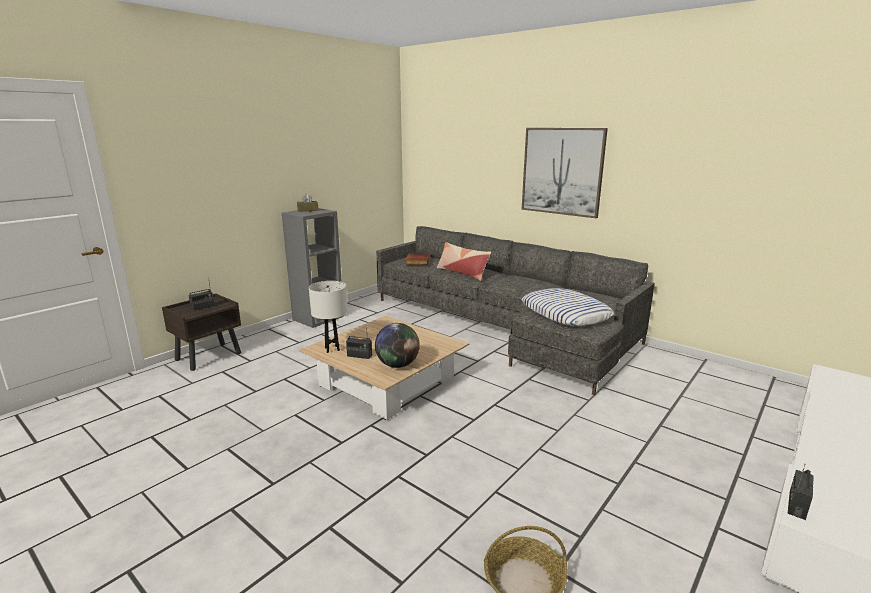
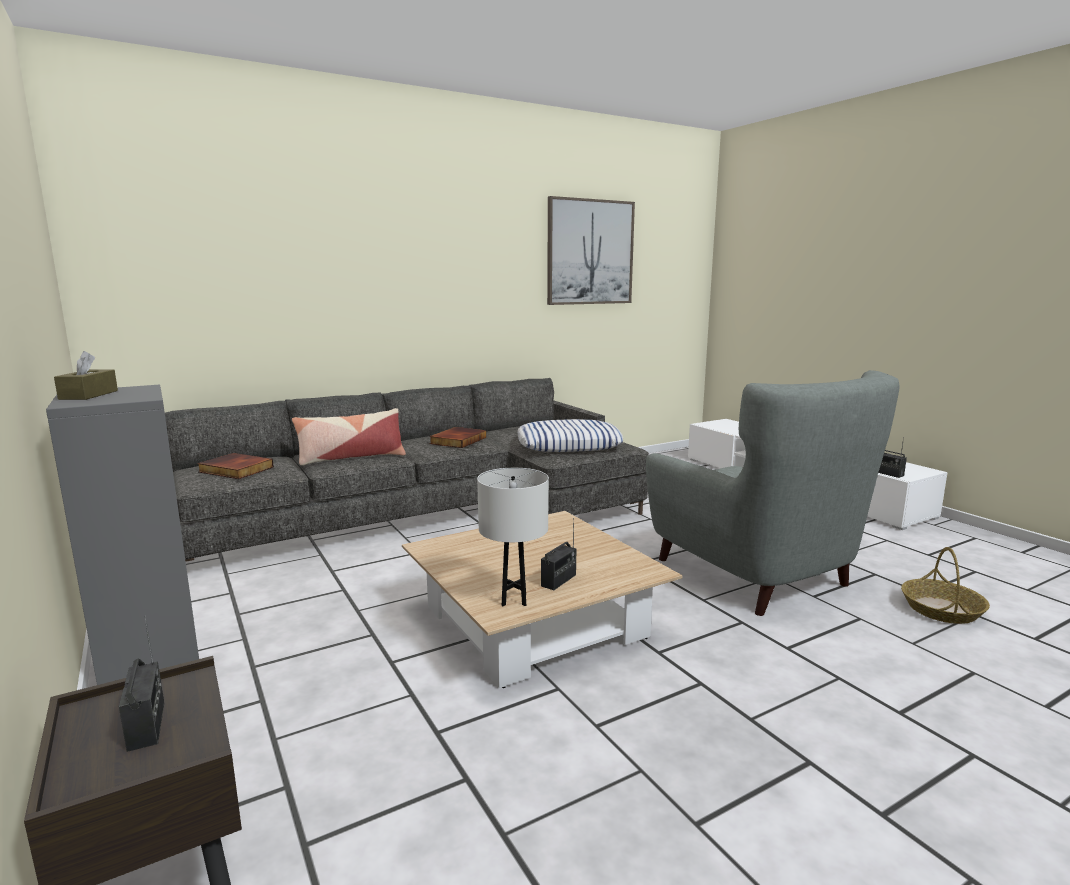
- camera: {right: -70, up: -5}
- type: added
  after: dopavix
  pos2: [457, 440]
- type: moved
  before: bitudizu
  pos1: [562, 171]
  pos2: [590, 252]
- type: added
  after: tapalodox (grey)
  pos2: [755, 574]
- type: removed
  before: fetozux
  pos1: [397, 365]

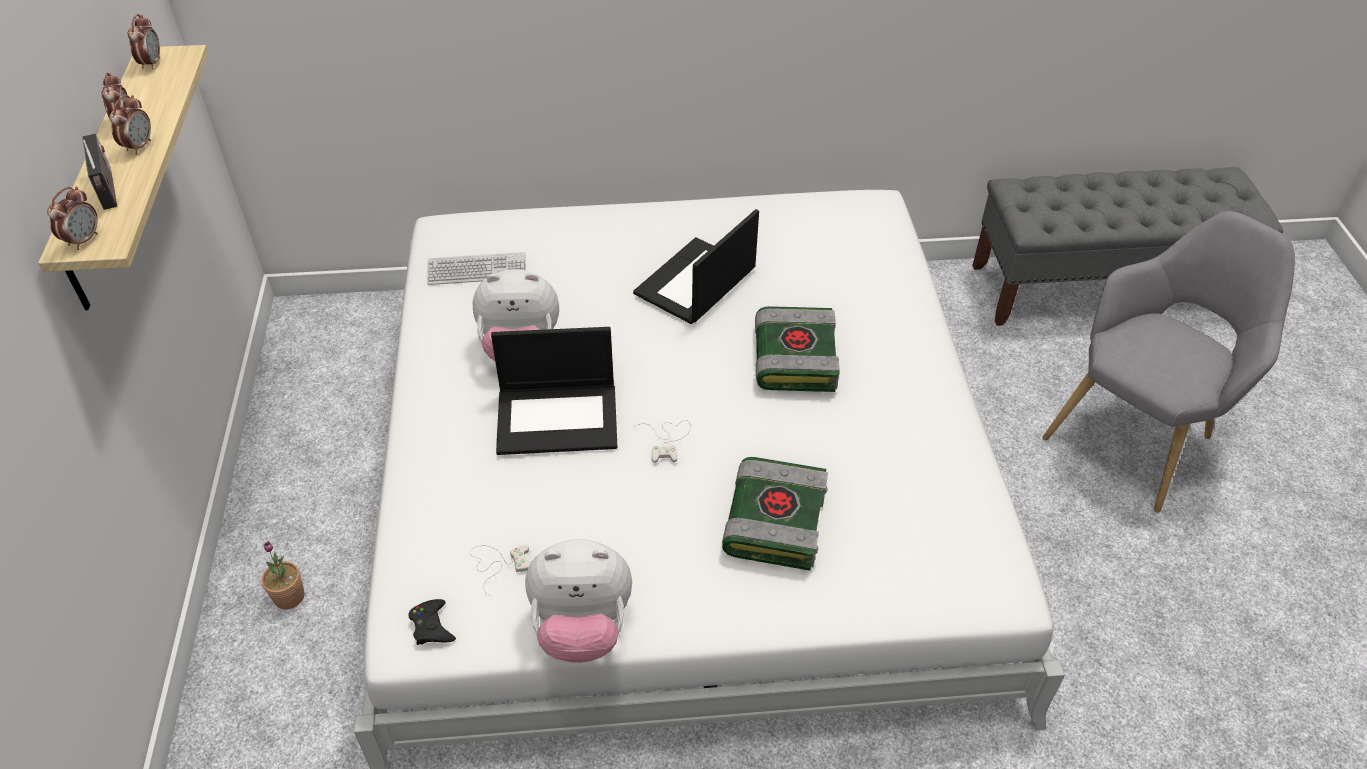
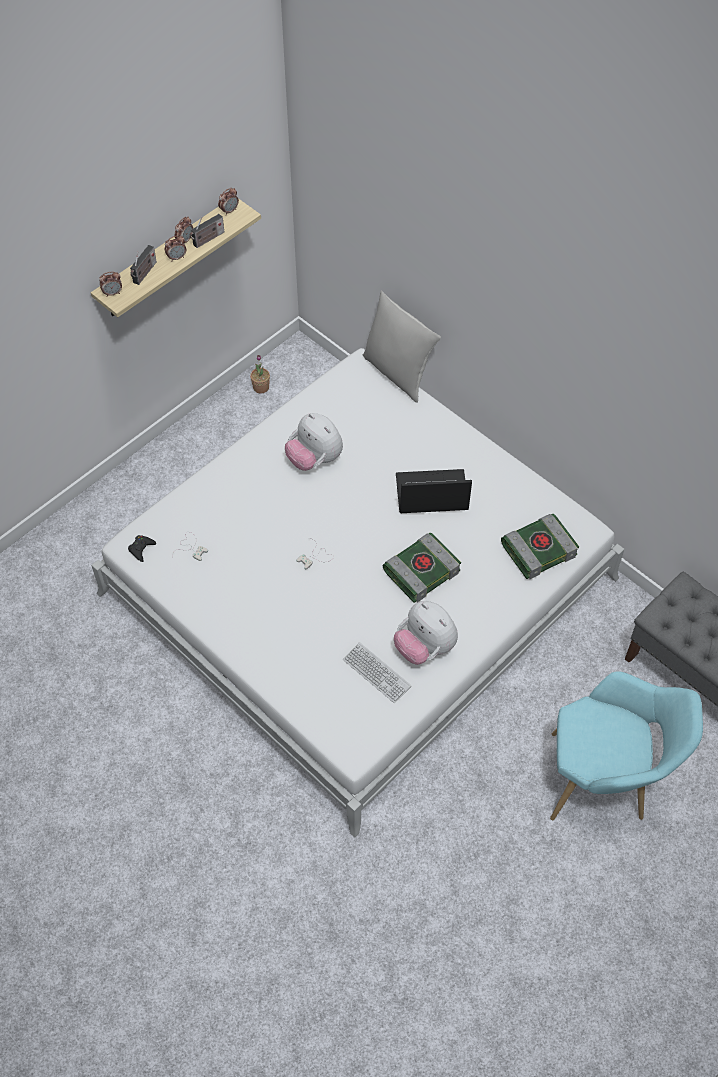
- camera: {right: 50, up: 10}
- type: added
  after: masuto
  pos2: [207, 239]
- type: moved
  before: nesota
  pos1: [289, 597]
  pos2: [261, 387]
- type: moved
  before: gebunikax
  pos1: [477, 270]
  pos2: [376, 673]
- type: added
  after: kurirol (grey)
  pos2: [398, 373]
- type: moved
  before: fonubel
  pos1: [581, 628]
  pos2: [424, 647]
- type: moved
  before: dopavix
  pos1: [773, 519]
  pos2: [539, 549]
- type: recoloured
  before: tapalodox (grey)
  after: tapalodox (turquoise)
  pos1: [1137, 435]
  pos2: [605, 780]
- type: removed
  before: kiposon
  pos1: [559, 418]

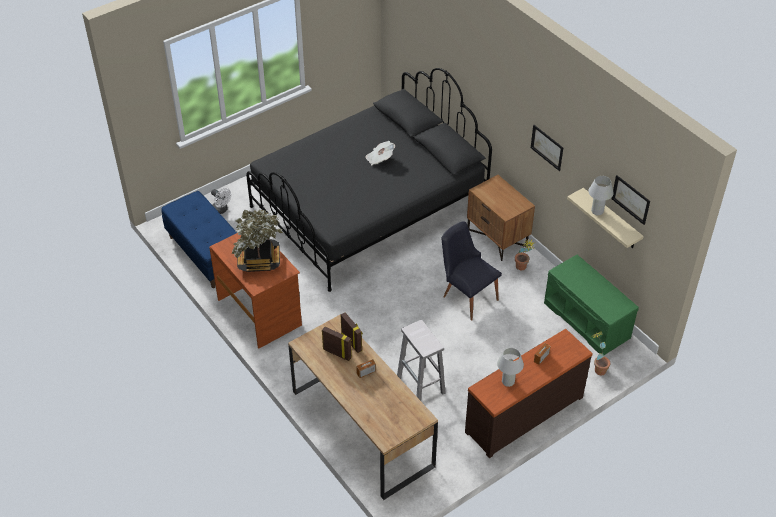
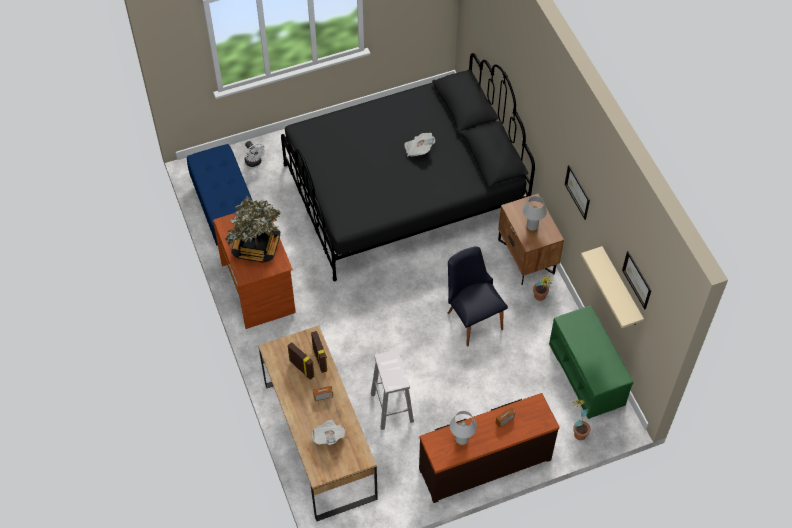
- camera: {right: 15, up: 10}
- type: added
  after: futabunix
  pos2: [328, 436]
- type: moved
  before: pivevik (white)
  pos1: [597, 211]
  pos2: [532, 226]

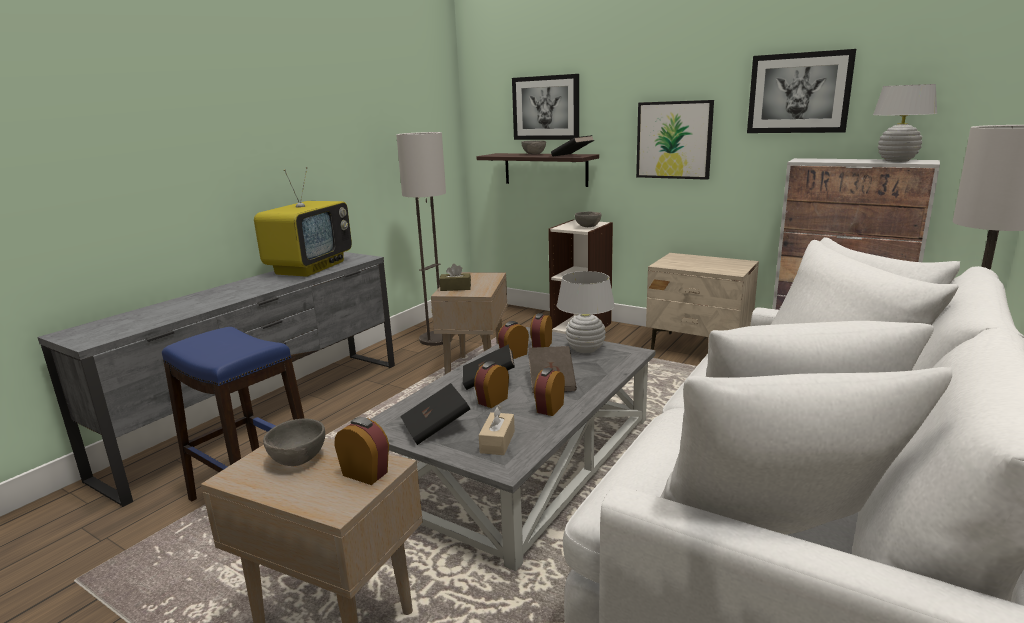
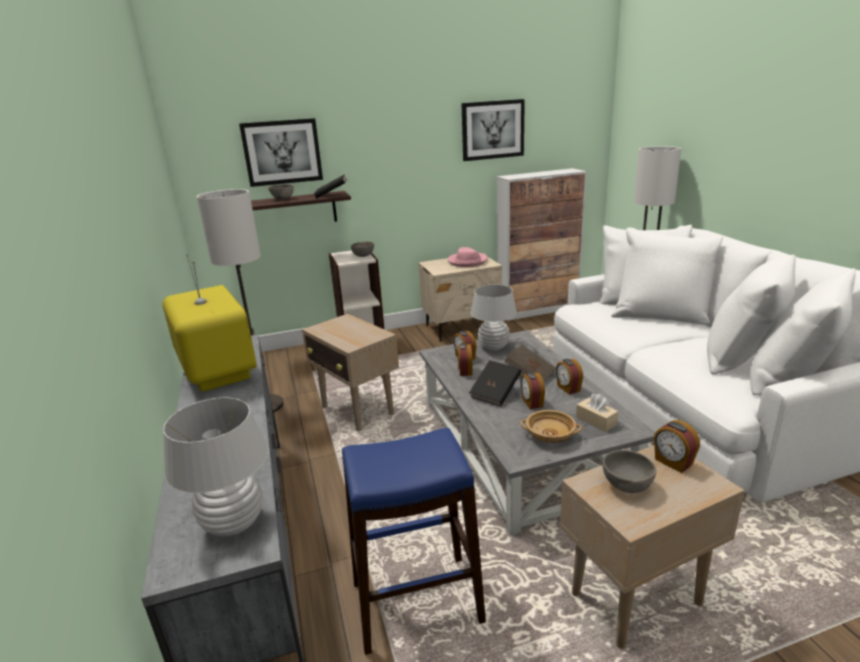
- camera: {right: -50, up: 5}
- type: moved
  before: pivevik (white)
  pos1: [896, 161]
  pos2: [233, 523]
- type: added
  after: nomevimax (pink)
  pos2: [467, 261]
- type: replaced
  before: dopavix (black)
  after: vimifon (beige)
  pos1: [436, 428]
  pos2: [549, 436]
- type: turned
  before: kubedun
  pos1: [366, 473]
  pos2: [673, 462]
  turn: -105
- type: removed
  before: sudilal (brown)
  pos1: [455, 288]
- type: removed
  before: bitudizu
  pos1: [674, 140]

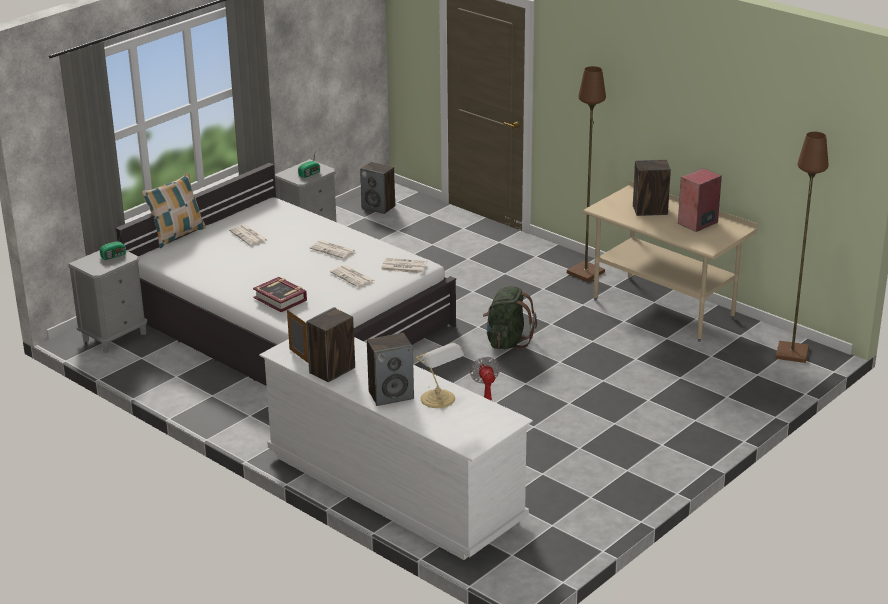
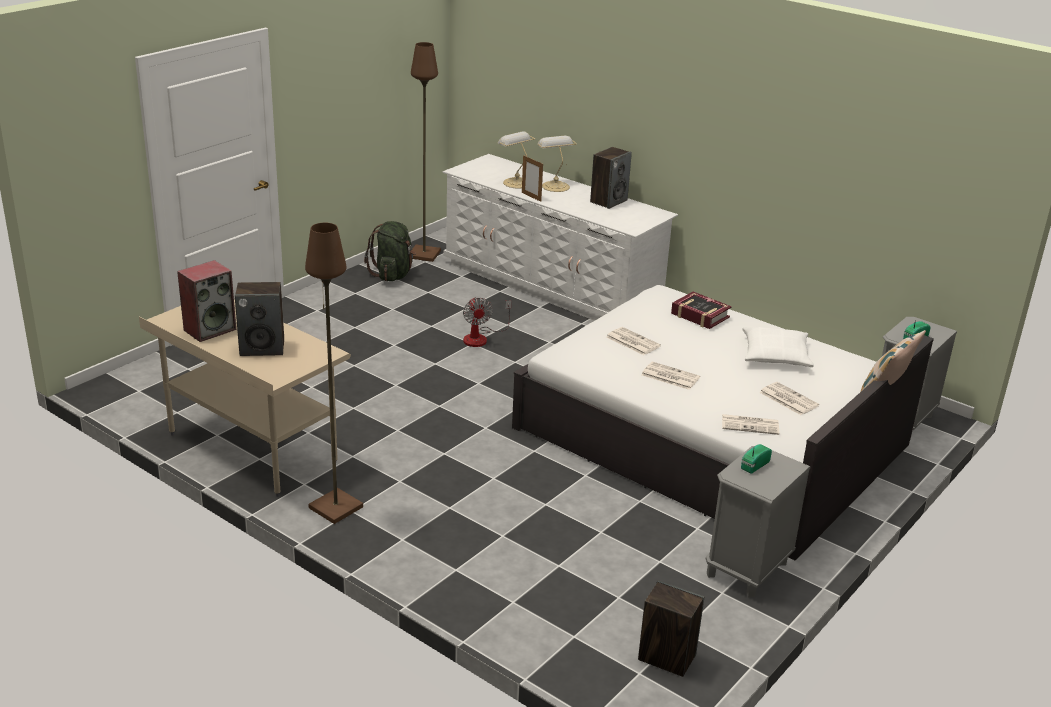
- camera: {right: 175, up: 0}
- type: moved
  before: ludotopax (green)
  pos1: [507, 342]
  pos2: [393, 275]
- type: moved
  before: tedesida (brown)
  pos1: [792, 353]
  pos2: [423, 254]
- type: moved
  before: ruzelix
  pos1: [298, 356]
  pos2: [531, 197]
- type: replaced
  before: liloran
  after: pivevik
  pos1: [391, 395]
  pos2: [554, 186]
- type: moved
  before: futabunix
  pos1: [403, 266]
  pos2: [751, 425]
- type: added
  after: kurirol (white)
  pos2: [775, 355]

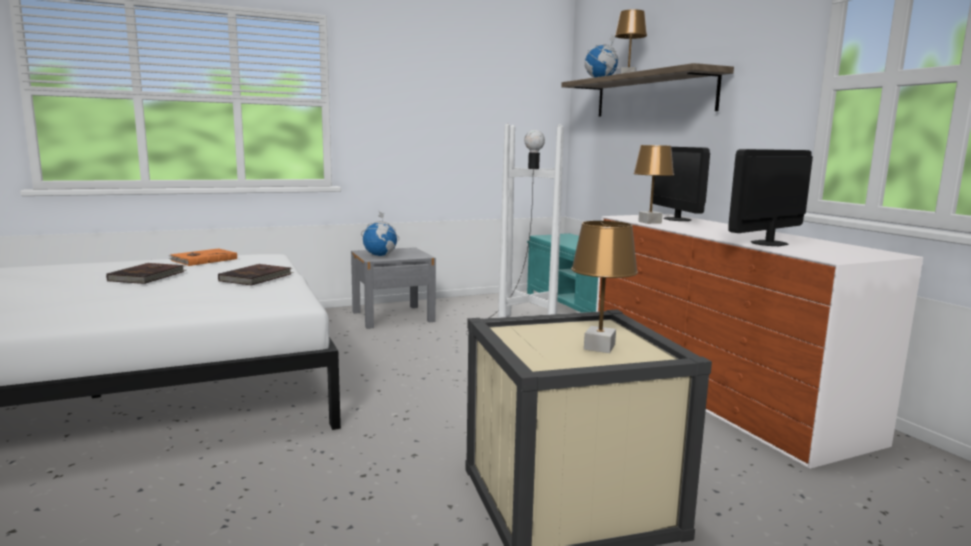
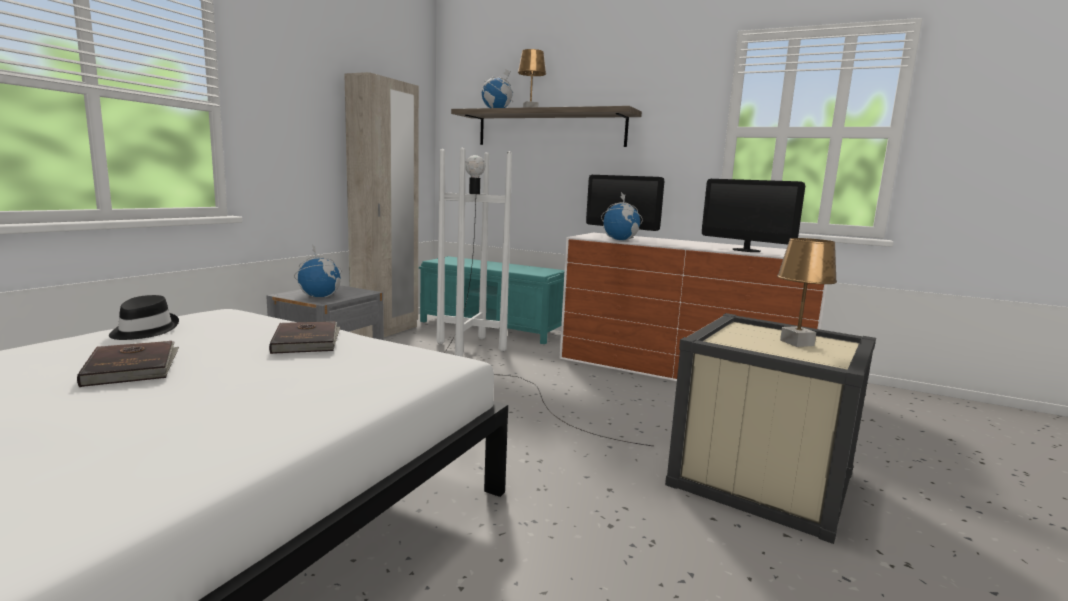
- camera: {right: -40, up: 0}
- type: replaced
  before: dopavix (orange)
  after: nomevimax (black)
  pos1: [203, 260]
  pos2: [143, 330]
- type: added
  after: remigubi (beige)
  pos2: [386, 331]
- type: replaced
  before: pivevik (brown)
  after: fetozux
  pos1: [649, 222]
  pos2: [620, 240]
- type: turned
  before: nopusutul
  pos1: [769, 243]
  pos2: [746, 250]
  turn: -60

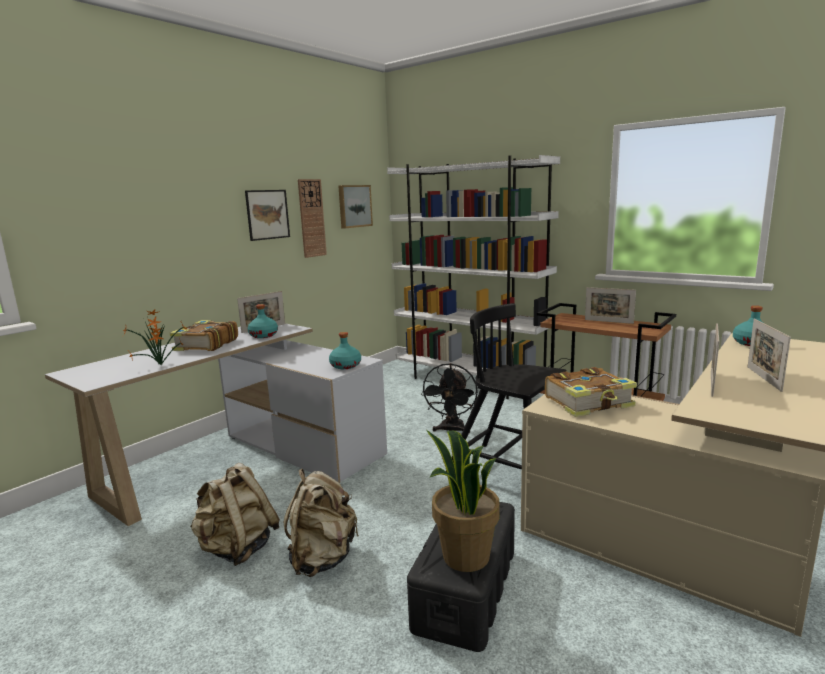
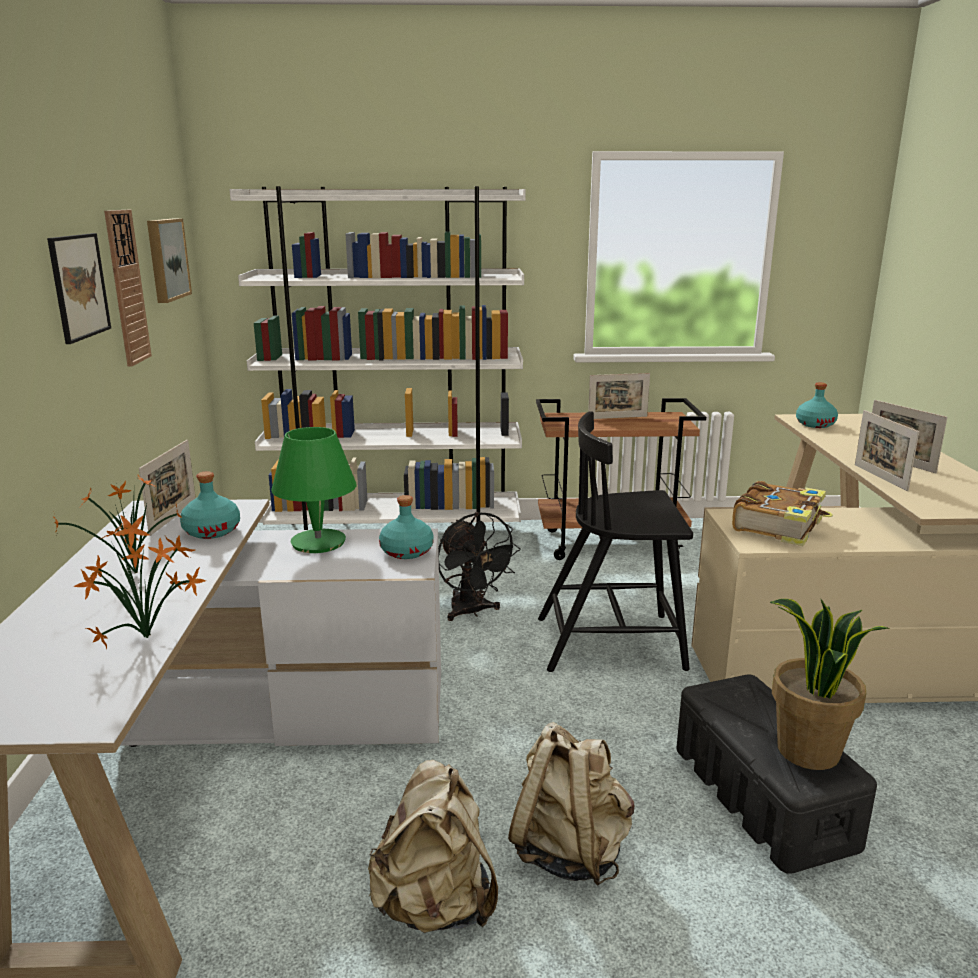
- camera: {right: -40, up: 5}
- type: replaced
  before: dopavix
  after: nesota
  pos1: [205, 345]
  pos2: [135, 575]
- type: added
  after: pivevik (green)
  pos2: [318, 542]

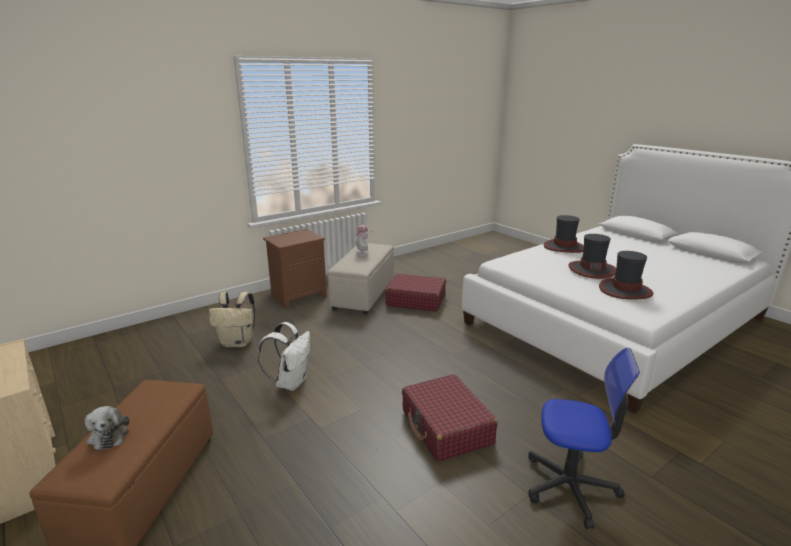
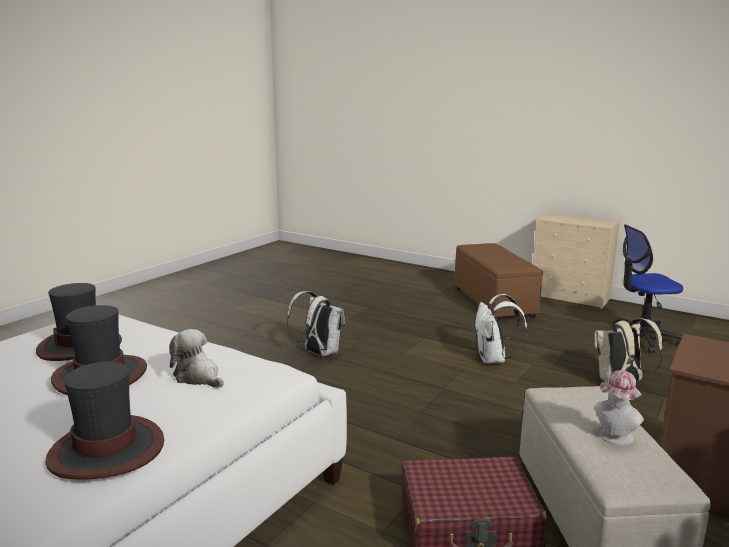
- camera: {right: 160, up: -5}
- type: moved
  before: fonubel
  pos1: [109, 435]
  pos2: [198, 377]
- type: replaced
  before: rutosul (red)
  after: ludotopax (white)
  pos1: [446, 427]
  pos2: [318, 353]
- type: moved
  before: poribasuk
  pos1: [570, 486]
  pos2: [641, 338]

